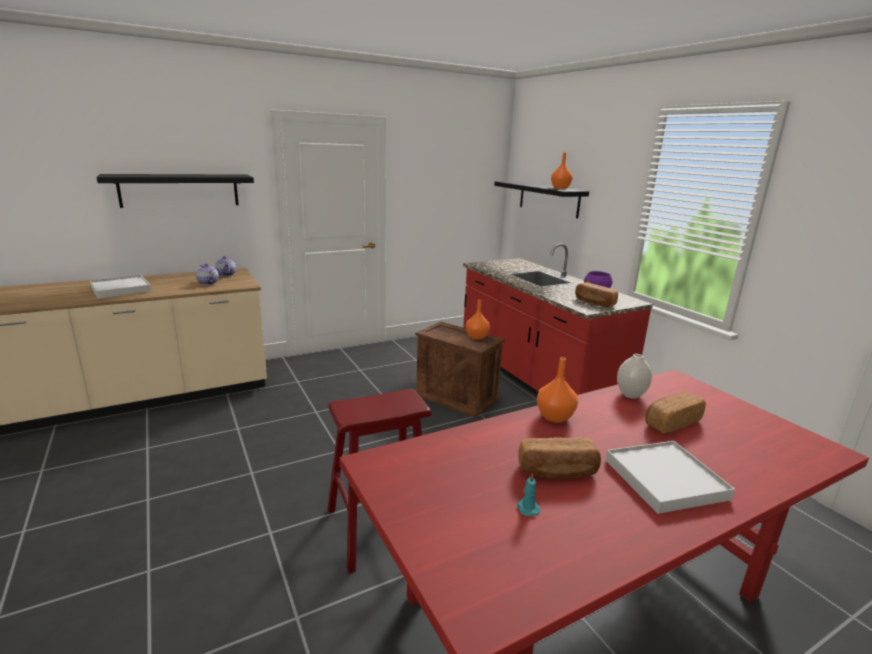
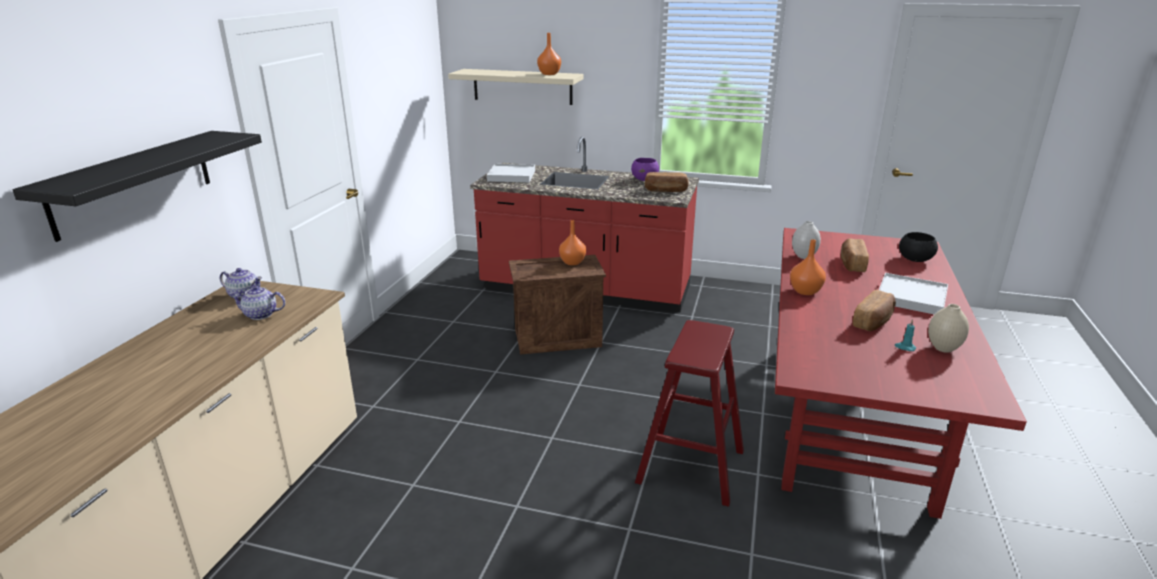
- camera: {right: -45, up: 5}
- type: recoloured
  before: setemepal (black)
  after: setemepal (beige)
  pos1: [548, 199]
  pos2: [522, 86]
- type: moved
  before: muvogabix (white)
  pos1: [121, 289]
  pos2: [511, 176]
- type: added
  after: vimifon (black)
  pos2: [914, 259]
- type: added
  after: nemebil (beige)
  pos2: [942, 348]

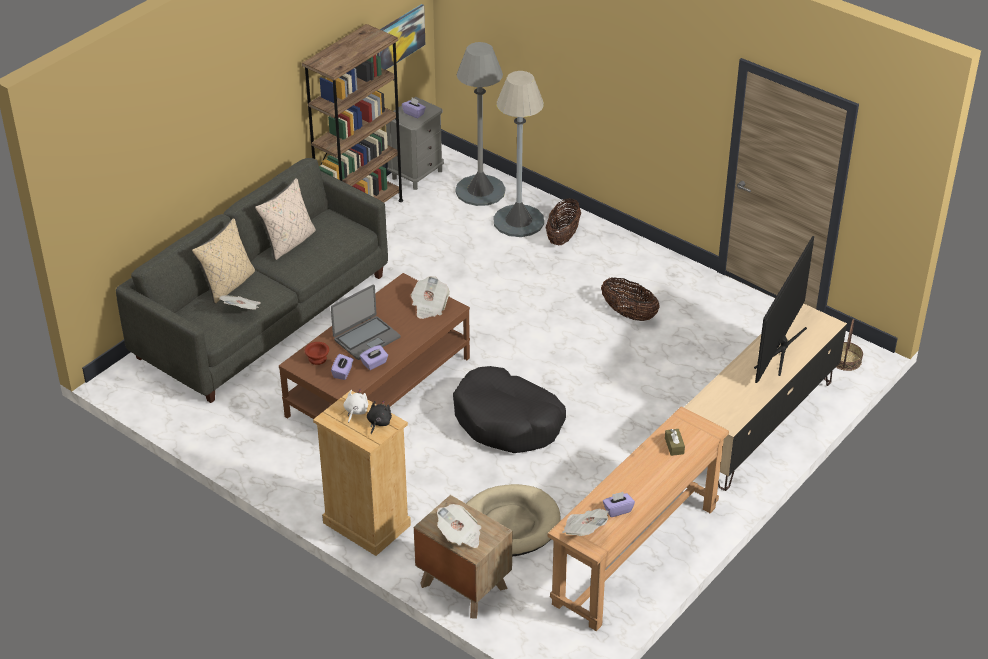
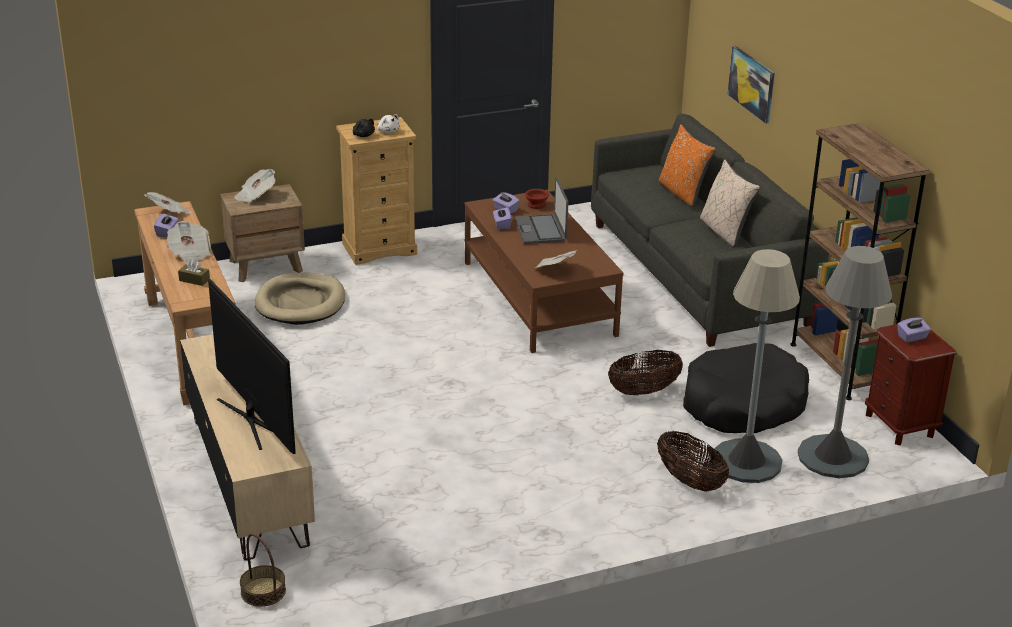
- camera: {right: 120, up: -10}
- type: moved
  before: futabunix
  pos1: [242, 310]
  pos2: [190, 254]
- type: moved
  before: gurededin
  pos1: [629, 314]
  pos2: [643, 391]
- type: recoloured
  before: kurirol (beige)
  after: kurirol (orange)
  pos1: [228, 284]
  pos2: [683, 193]
- type: moved
  before: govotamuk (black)
  pos1: [508, 421]
  pos2: [742, 404]
- type: moved
  before: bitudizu
  pos1: [399, 37]
  pos2: [752, 83]
- type: recoloured
  before: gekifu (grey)
  after: gekifu (brown)
  pos1: [417, 174]
  pos2: [899, 425]

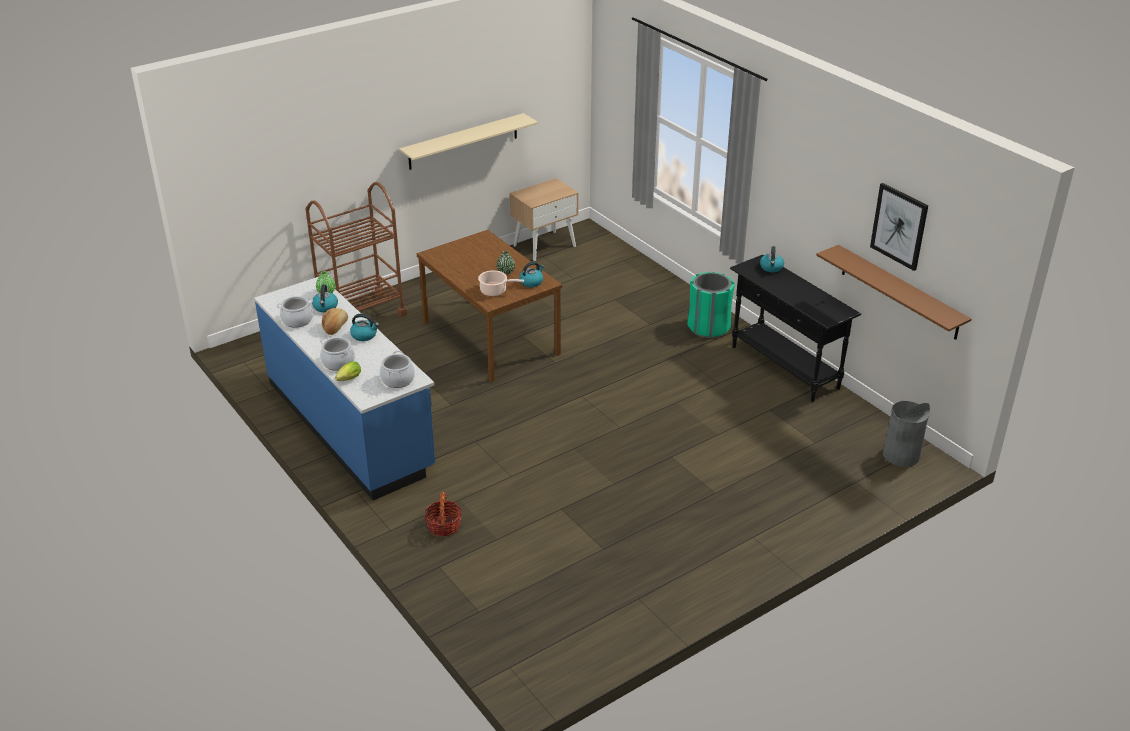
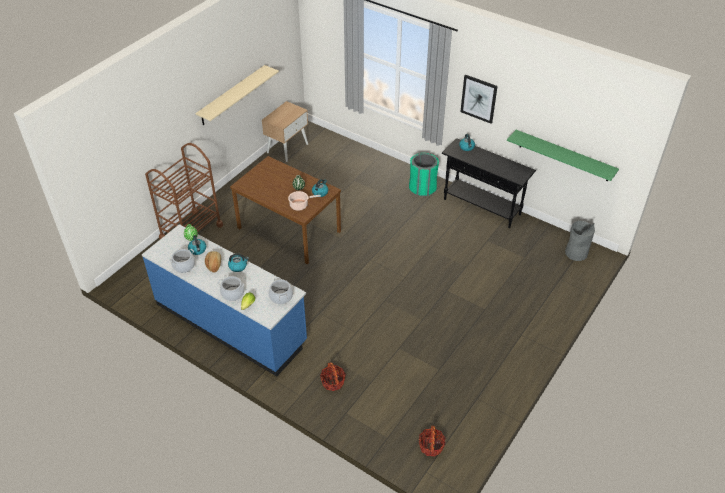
- camera: {right: -20, up: 10}
- type: added
  after: gurededin
  pos2: [431, 446]
- type: moved
  before: bitudizu
  pos1: [899, 226]
  pos2: [479, 98]
- type: recoloured
  before: setemepal (brown)
  after: setemepal (green)
  pos1: [899, 292]
  pos2: [564, 156]

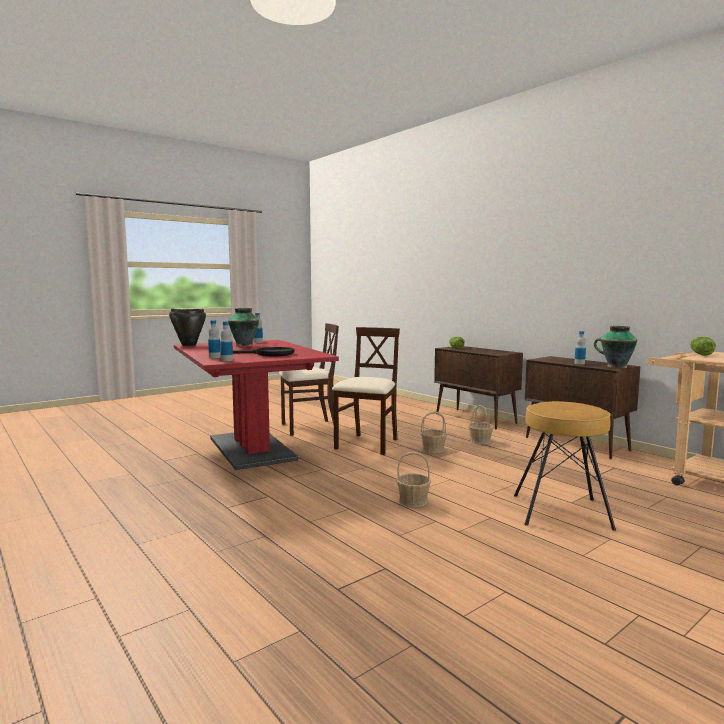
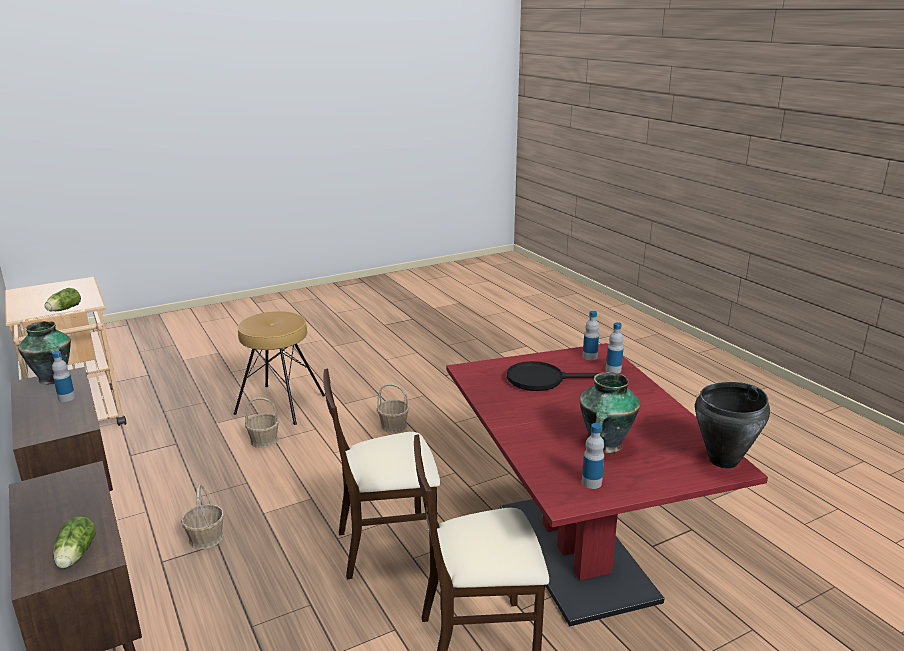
- camera: {right: -170, up: 15}
- type: moved
  before: gurededin
  pos1: [433, 449]
  pos2: [264, 440]
- type: turned
  before: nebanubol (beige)
  pos1: [368, 444]
  pos2: [388, 547]
  turn: 45

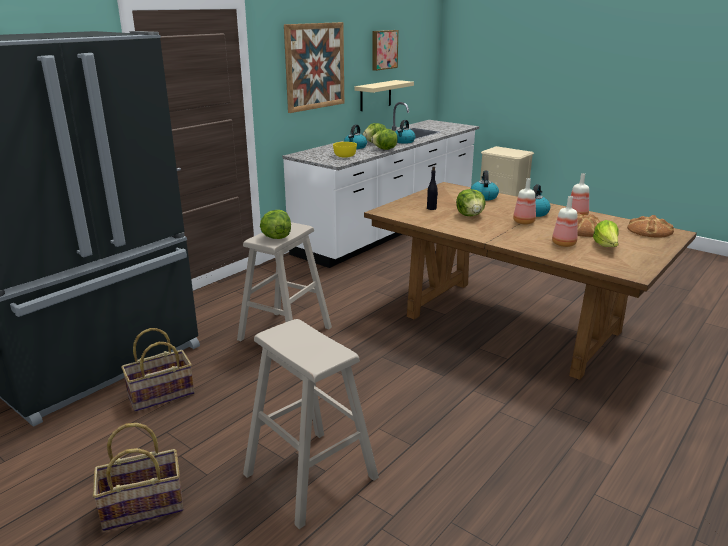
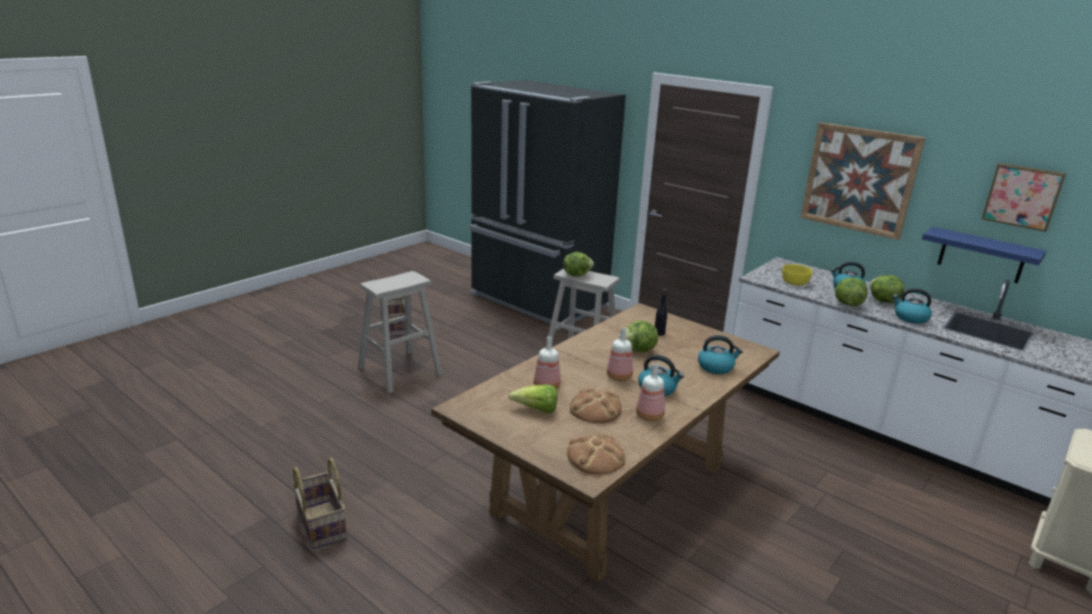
- camera: {right: 90, up: 0}
- type: moved
  before: gurededin
  pos1: [161, 395]
  pos2: [320, 525]
- type: recoloured
  before: setemepal (beige)
  after: setemepal (blue)
  pos1: [375, 95]
  pos2: [981, 255]

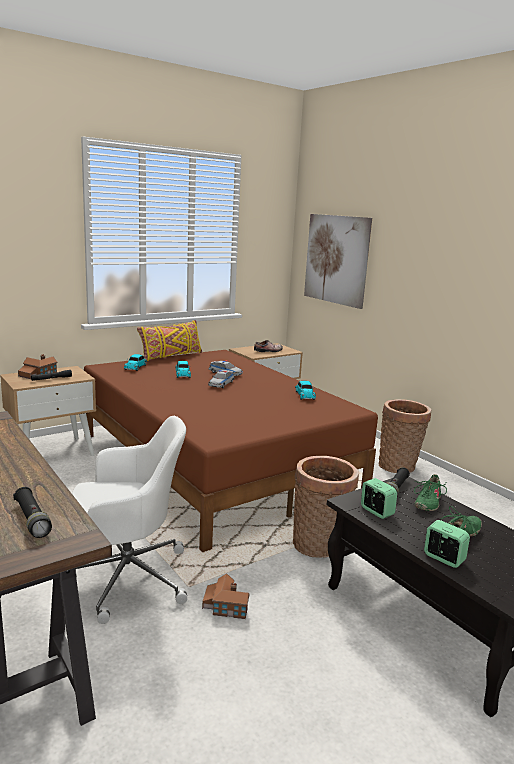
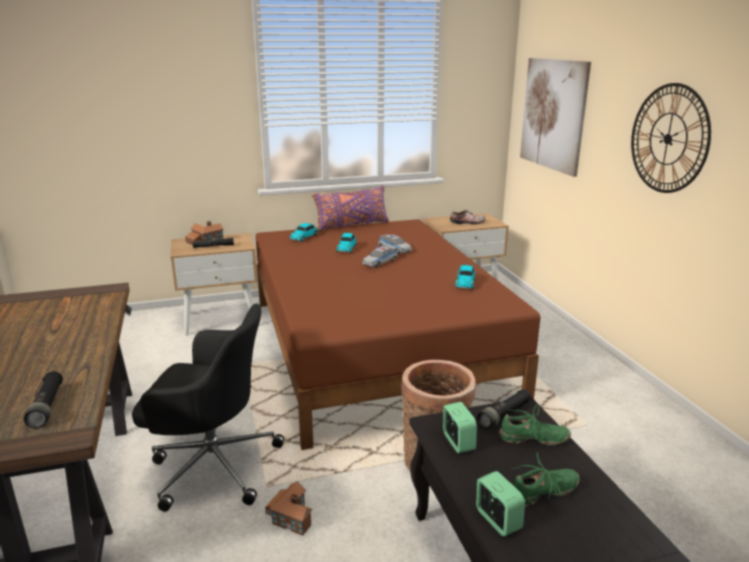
- camera: {right: 20, up: 5}
- type: recoloured
  before: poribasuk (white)
  after: poribasuk (black)
  pos1: [126, 577]
  pos2: [212, 465]
- type: recoloured
  before: kurirol (yellow)
  after: kurirol (purple)
  pos1: [171, 356]
  pos2: [351, 225]
- type: turned
  before: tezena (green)
  pos1: [427, 502]
  pos2: [533, 439]
  turn: -135
- type: added
  after: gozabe
  pos2: [668, 139]
- type: removed
  before: gurededin
  pos1: [399, 466]

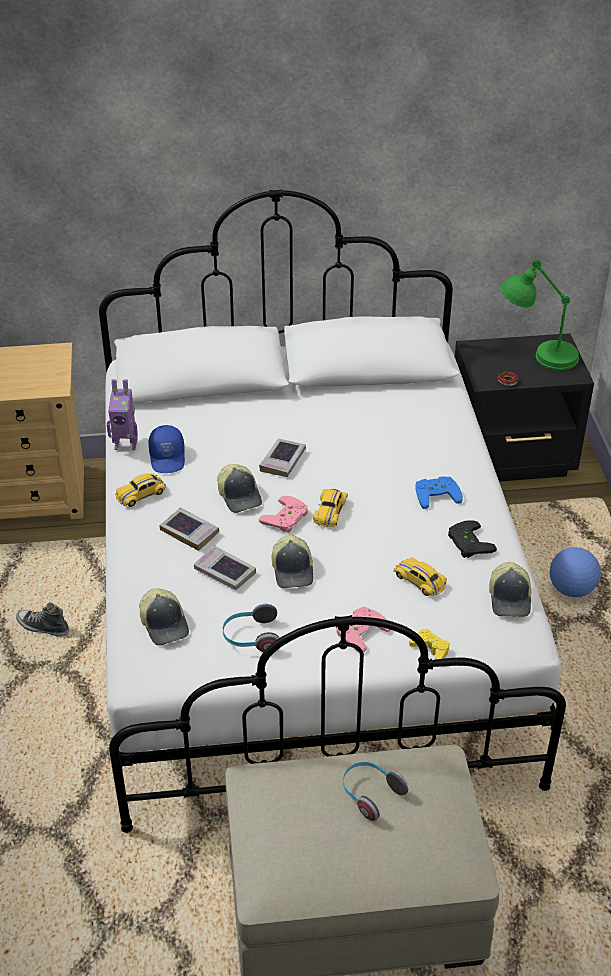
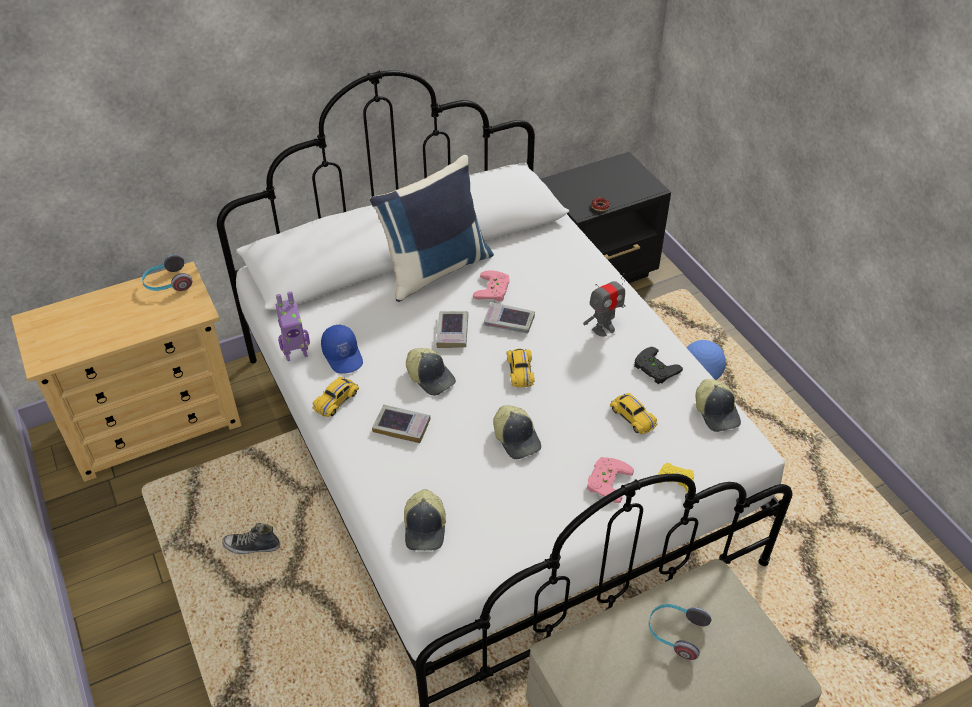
- camera: {right: -20, up: 5}
- type: moved
  before: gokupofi
  pos1: [251, 637]
  pos2: [167, 283]
- type: added
  after: kurirol (blue)
  pos2: [435, 268]
- type: turned
  before: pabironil
  pos1: [165, 624]
  pos2: [426, 528]
  turn: 45
- type: moved
  before: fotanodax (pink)
  pos1: [287, 518]
  pos2: [494, 290]
- type: moved
  before: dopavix
  pos1: [224, 572]
  pos2: [509, 321]
- type: replaced
  before: fotanodax (blue)
  after: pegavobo
  pos1: [436, 493]
  pos2: [603, 329]
- type: turned
  before: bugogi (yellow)
  pos1: [419, 581]
  pos2: [632, 417]
  turn: -150
- type: removed
  before: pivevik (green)
  pos1: [536, 354]

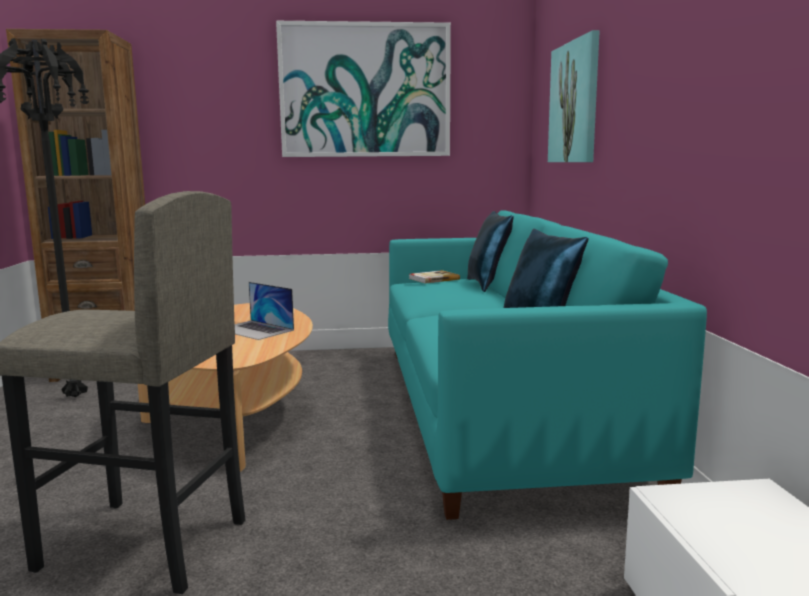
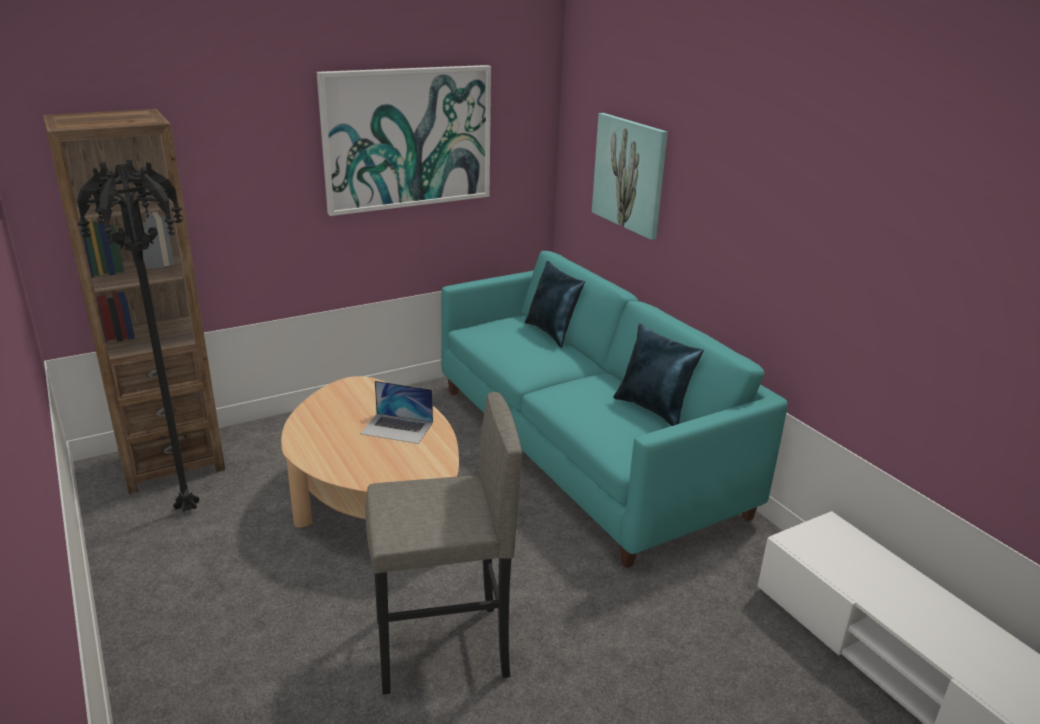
- camera: {right: -25, up: 15}
- type: removed
  before: dopavix
  pos1: [433, 279]

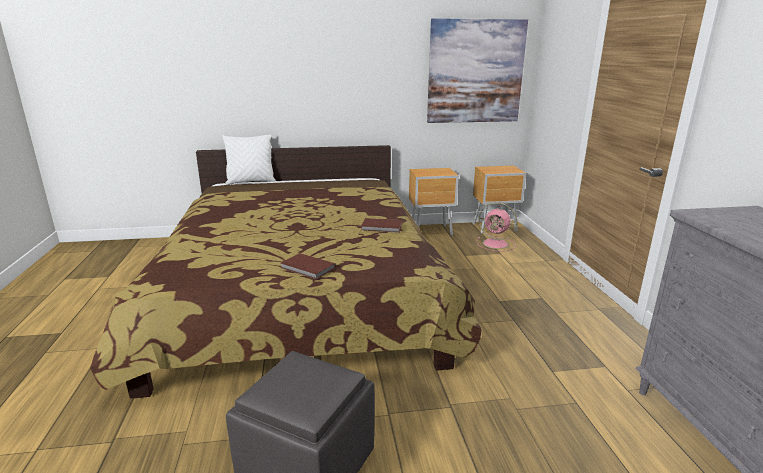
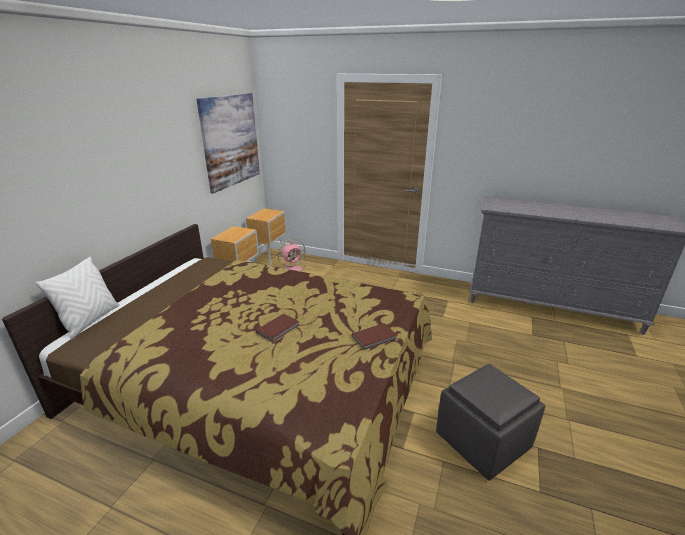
- camera: {right: -60, up: 5}
- type: moved
  before: dopavix (brown)
  pos1: [382, 227]
  pos2: [279, 329]

